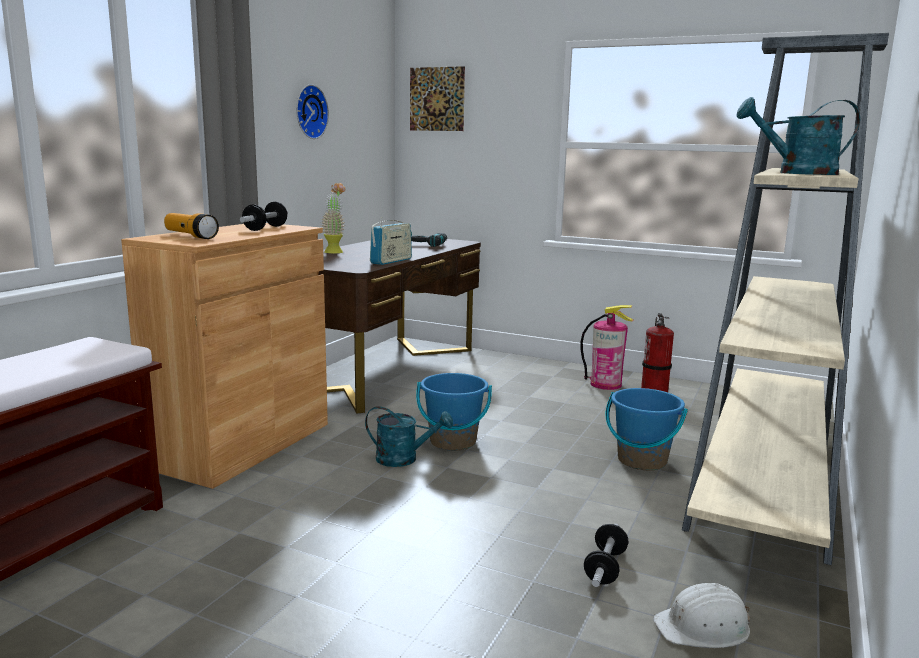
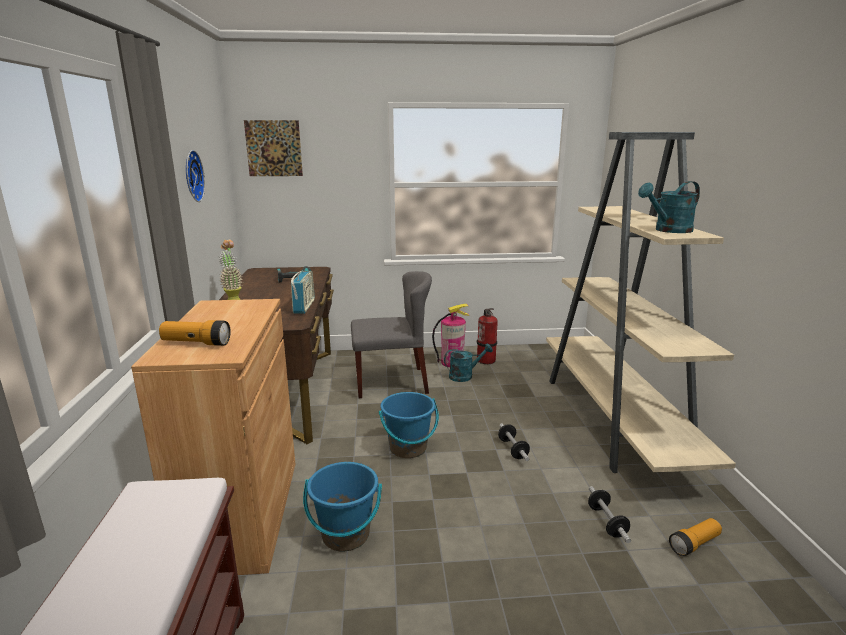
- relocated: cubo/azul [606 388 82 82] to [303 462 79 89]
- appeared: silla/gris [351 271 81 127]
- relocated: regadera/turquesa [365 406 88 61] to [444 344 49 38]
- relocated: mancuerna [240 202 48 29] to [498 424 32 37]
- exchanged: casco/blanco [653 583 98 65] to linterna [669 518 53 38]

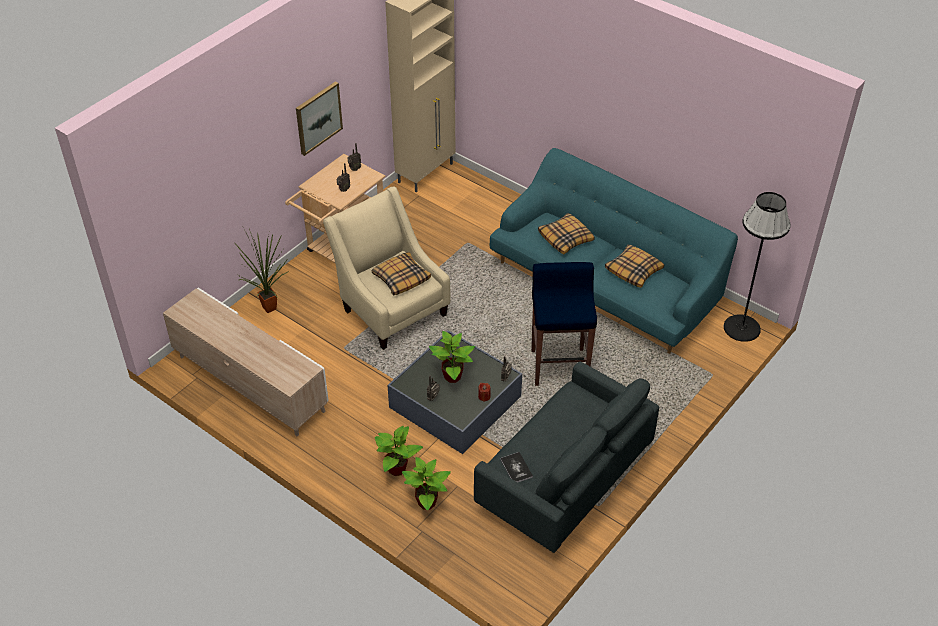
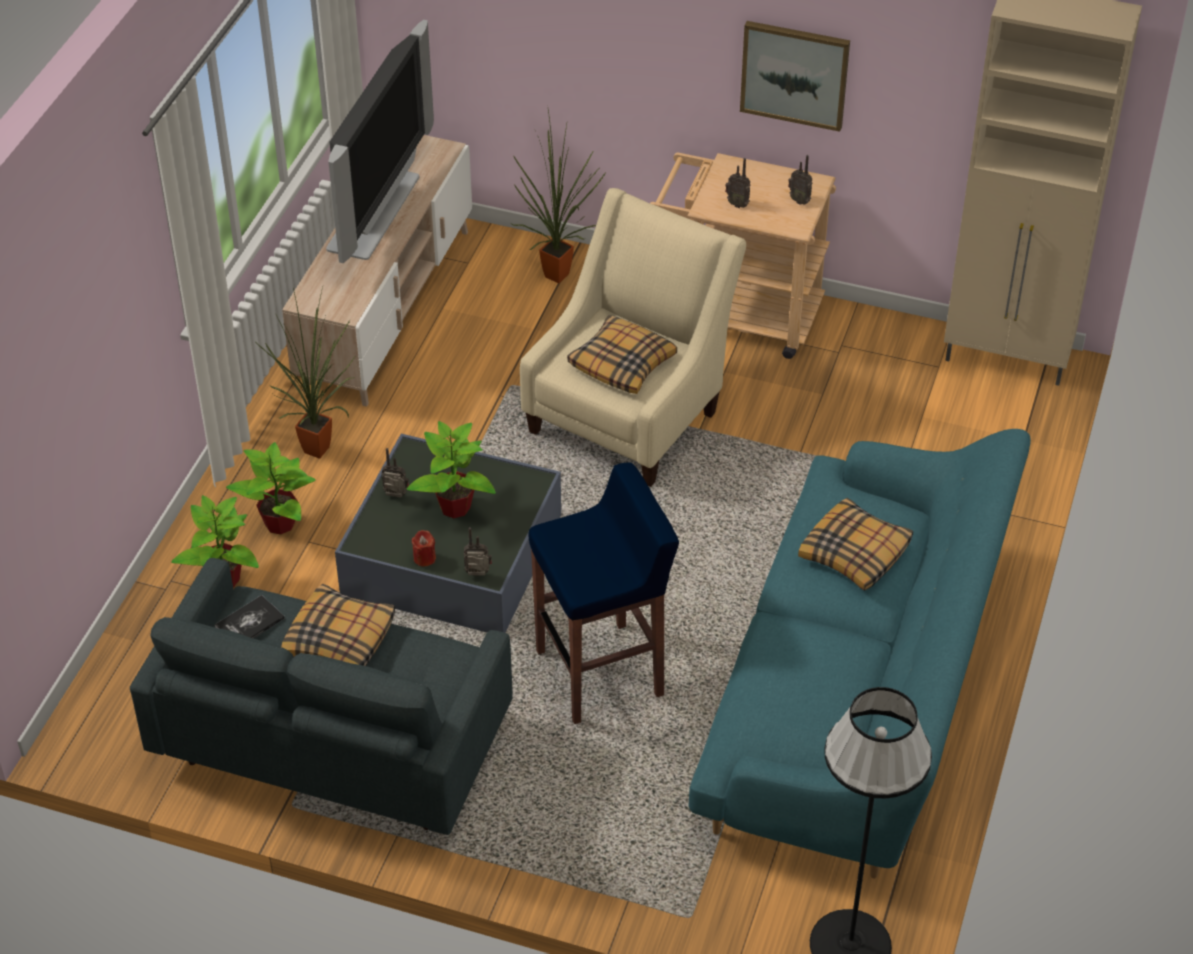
- appeared: planta en maceta [256 287 100 171]
- relocated: cojín [605 244 59 44] to [281 584 114 82]
- appeared: televisor [326 20 108 243]

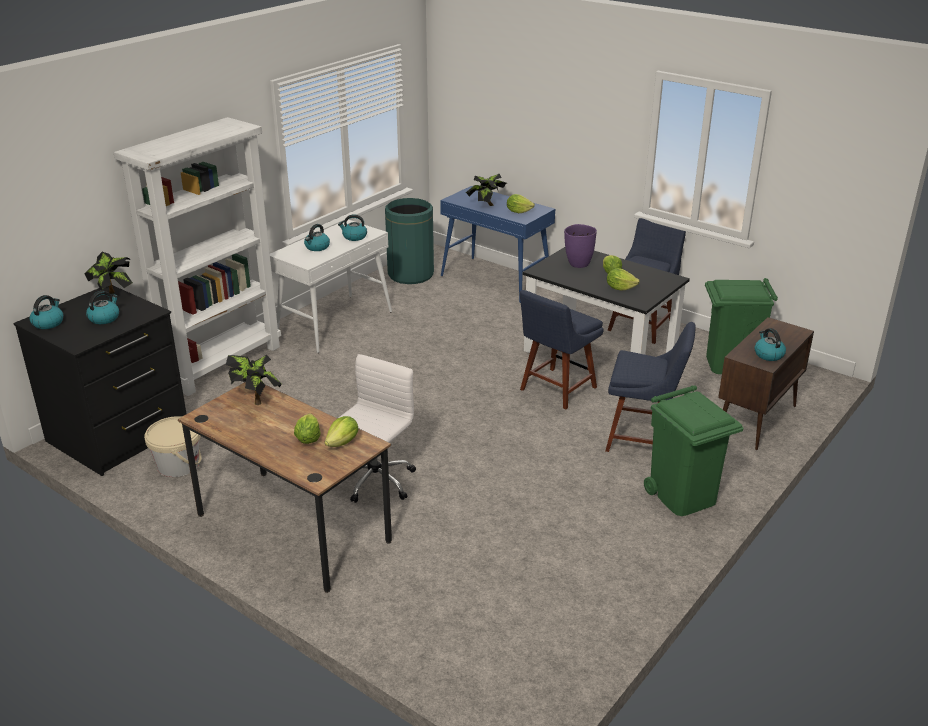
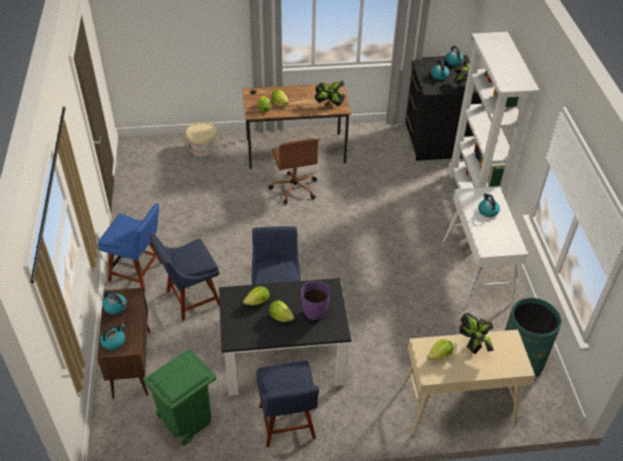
- exchanged: papelera/verde [644 386 100 130] to silla/azul [98 203 64 89]
- relocated: hervidor [338 215 29 26] to [100 324 25 26]
- relocated: cubo/beis [144 416 57 61] to [185 122 32 35]
- colour: silla de oficina/blanco [339 354 77 149] to silla de oficina/marrón [268 138 50 66]
- colour: mesa consola/azul [440 186 115 117] to mesa consola/beis [401 330 134 105]

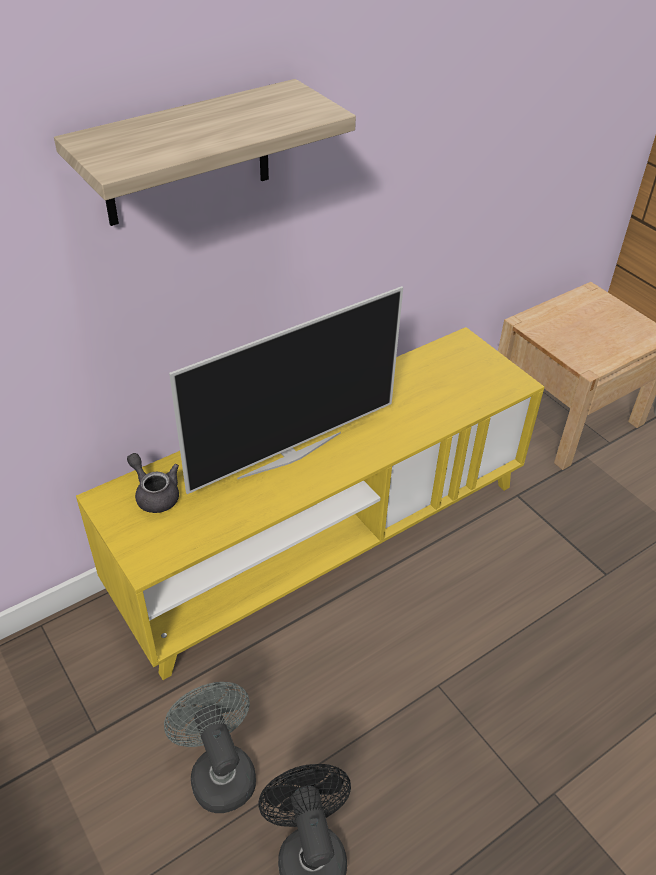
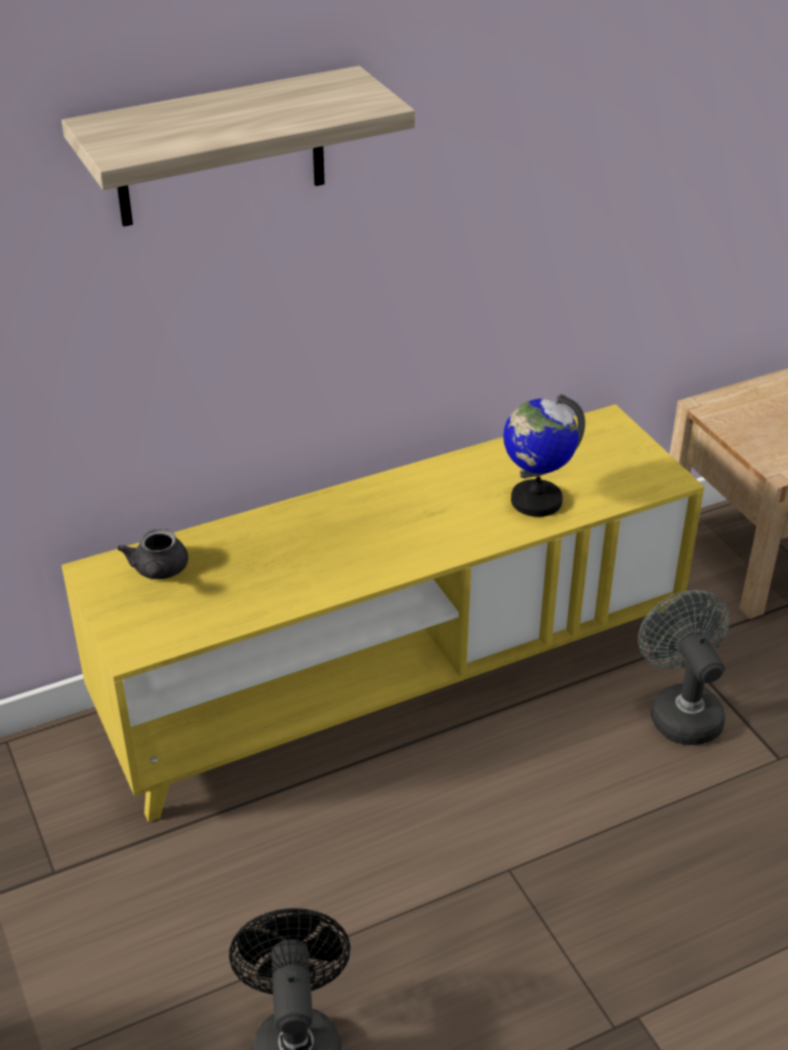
- spun: tetera/gris [127 453 52 60] = [117 529 71 50] 150 degrees counterclockwise
- appeared: globo terráqueo [503 394 82 123]
- relocated: ventilador/gris [164 682 92 131] to [638 590 92 155]
- missing: televisor [169 286 234 208]

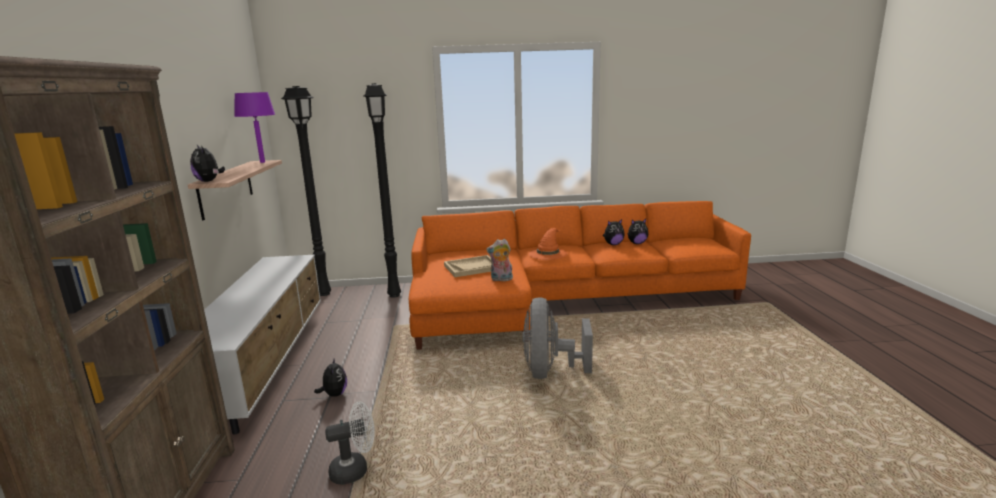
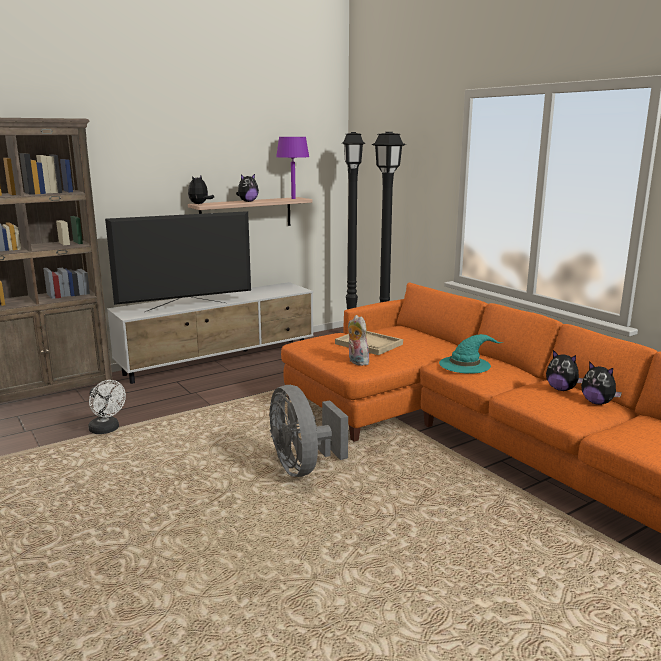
- appeared: televisor [105 211 146 101]
- relocated: peluche [314 357 33 40] to [236 174 23 28]
- spun: ventilador/gris [523 297 70 82] = [269 385 79 92] 90 degrees counterclockwise
- colour: sombrero/naranja [529 228 38 32] to sombrero/turquesa [439 334 64 39]

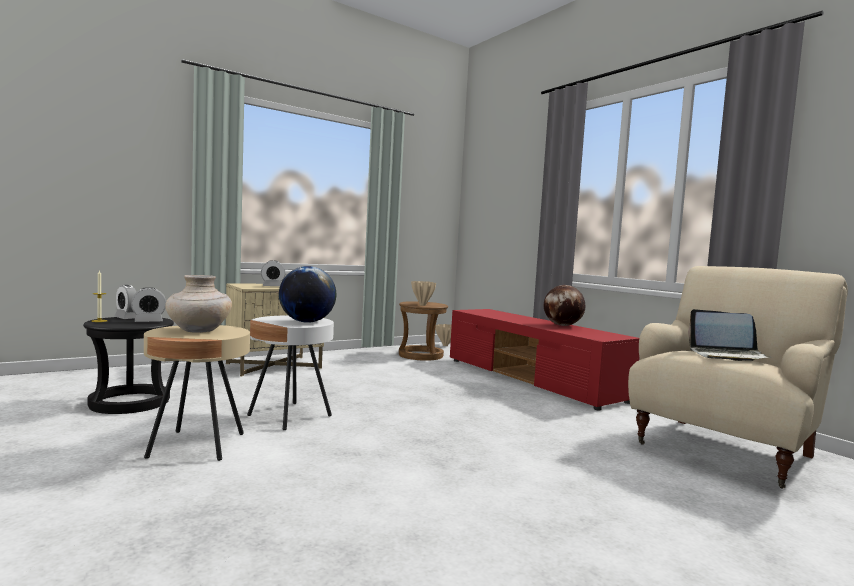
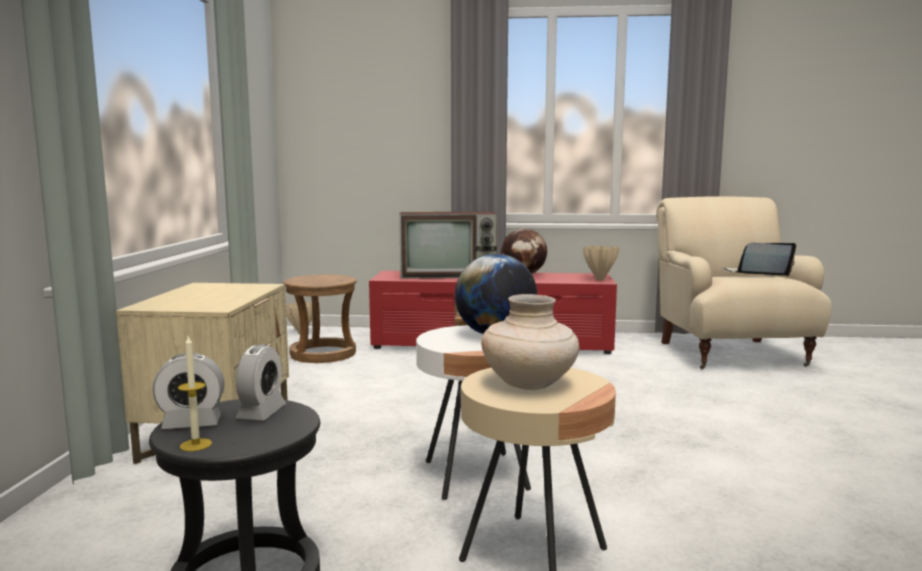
- appeared: televisor [399 212 98 67]
- relocated: florero/beis [411 281 25 25] to [583 246 36 35]
- spun: portátil [688 309 82 52] = [722 243 74 33] 150 degrees counterclockwise
- missing: despertador [261 260 24 26]

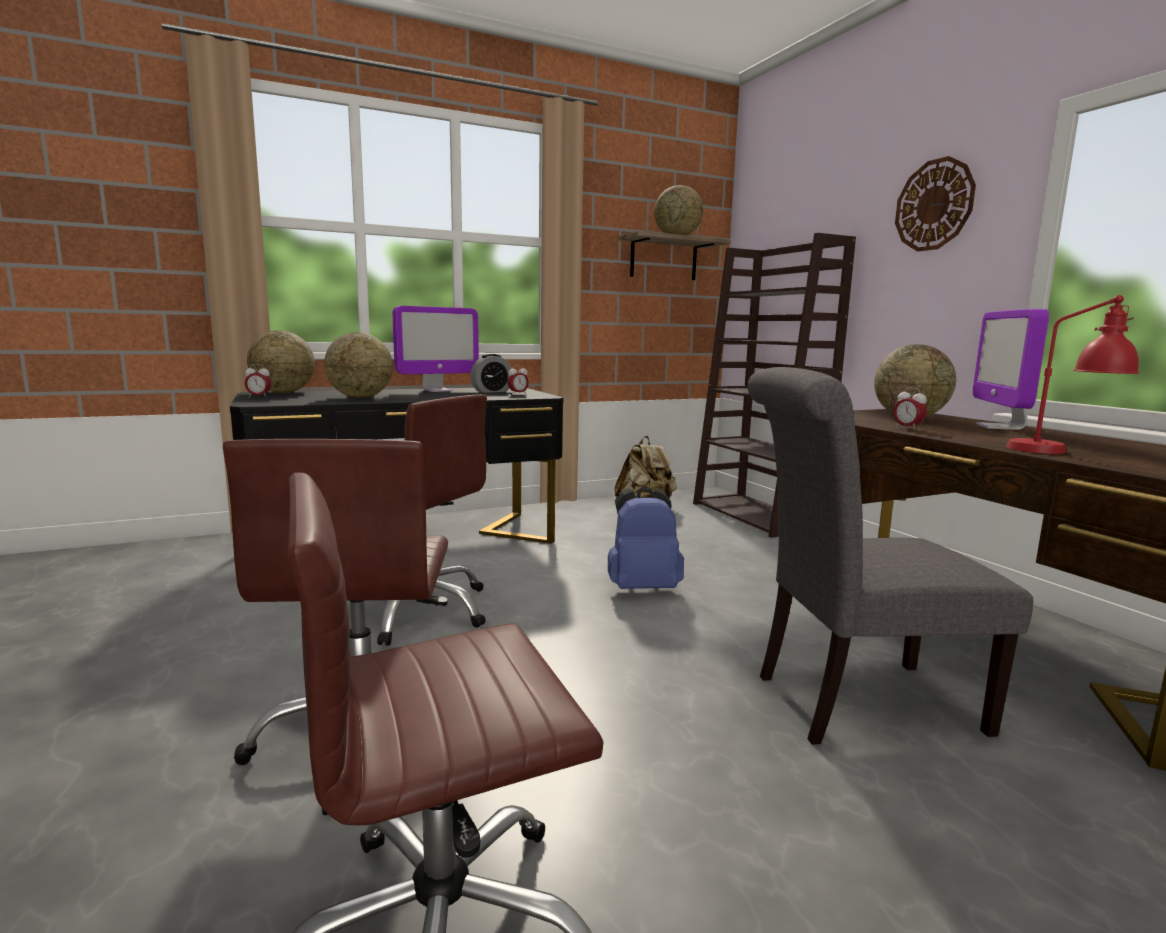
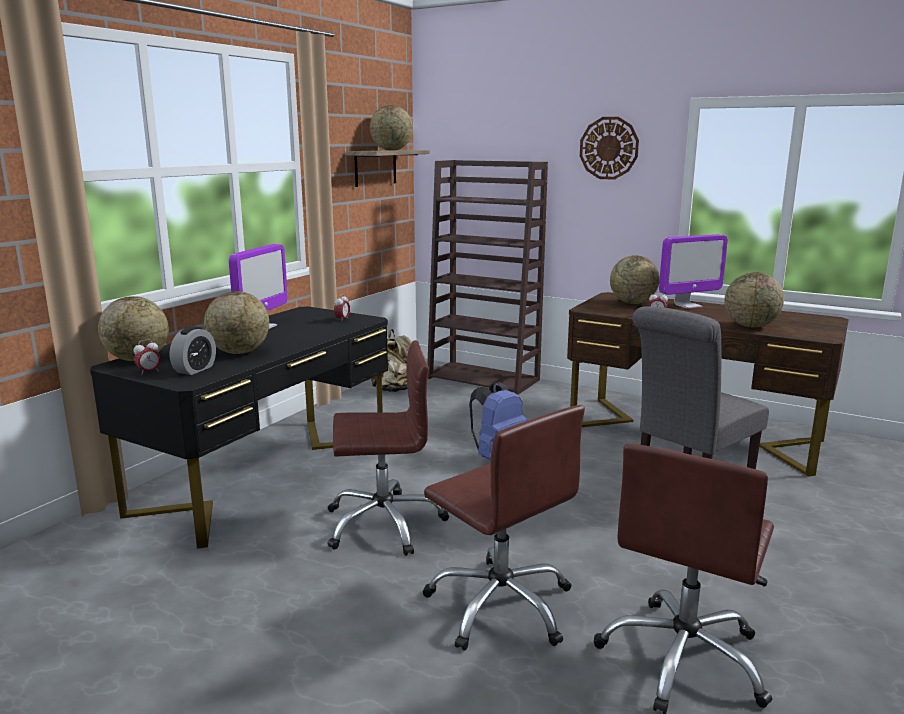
- relocated: despertador [470 354 41 39] to [170 326 46 49]
- spun: monitor [973 309 76 121] = [659 234 69 75] 90 degrees counterclockwise
- exchanged: lámpara de mesa/rojo [1006 295 134 159] to globo terráqueo [724 272 60 56]

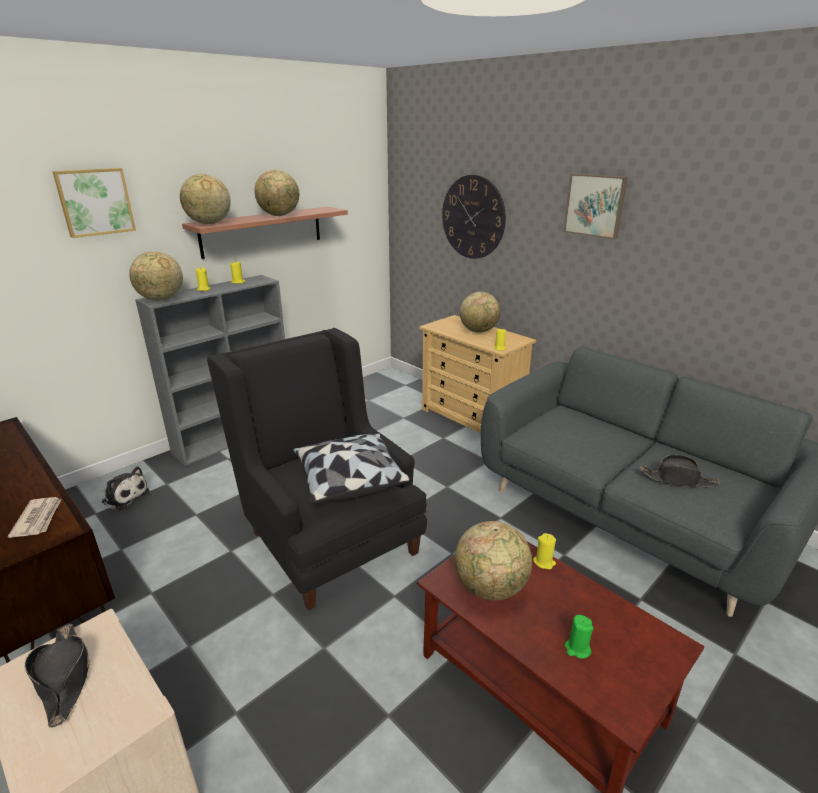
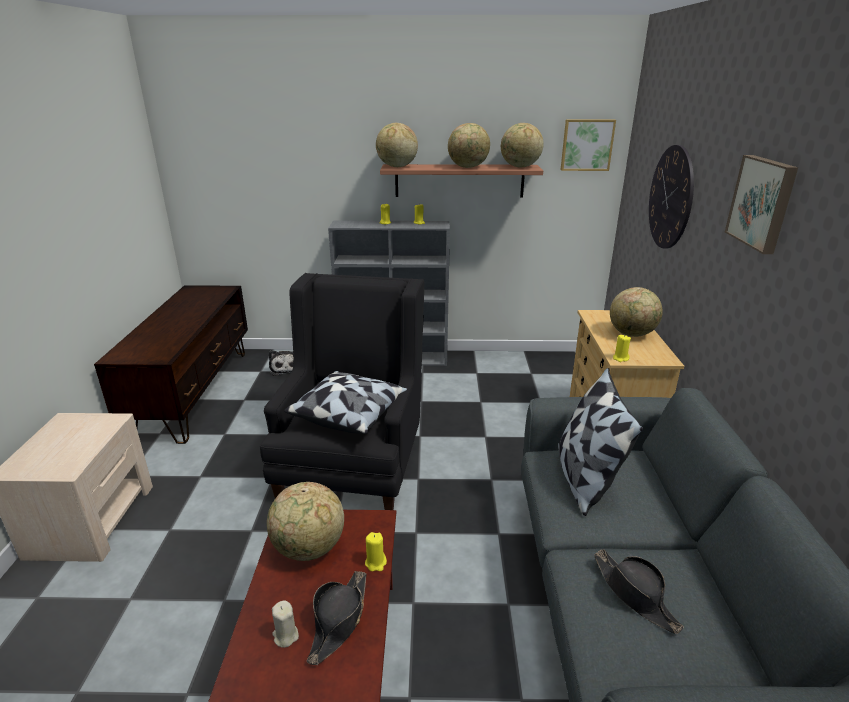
- colour: vela/verde [565 615 28 44] to vela/beis [272 600 27 48]
- relocated: sombrero/negro [25 624 65 104] to [307 571 59 94]
- relocated: globo terráqueo [129 251 54 50] to [501 123 43 44]
- appeared: cojín [558 368 85 148]
- relocated: cuadro [52 168 84 70] to [561 119 55 52]
- missing: periódico [8 497 53 41]

